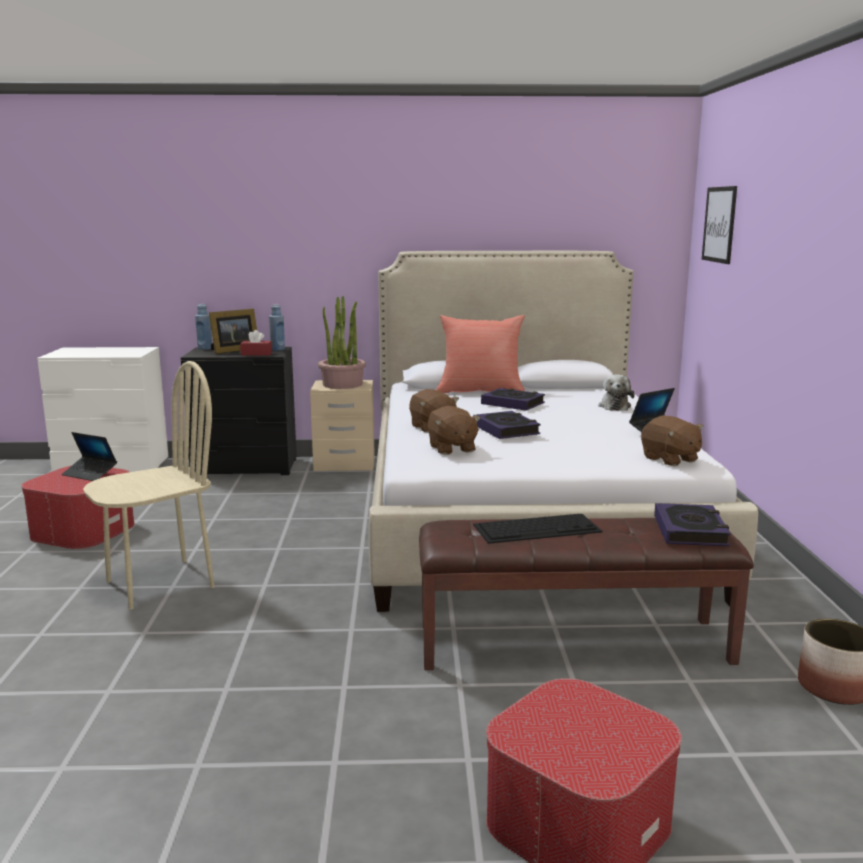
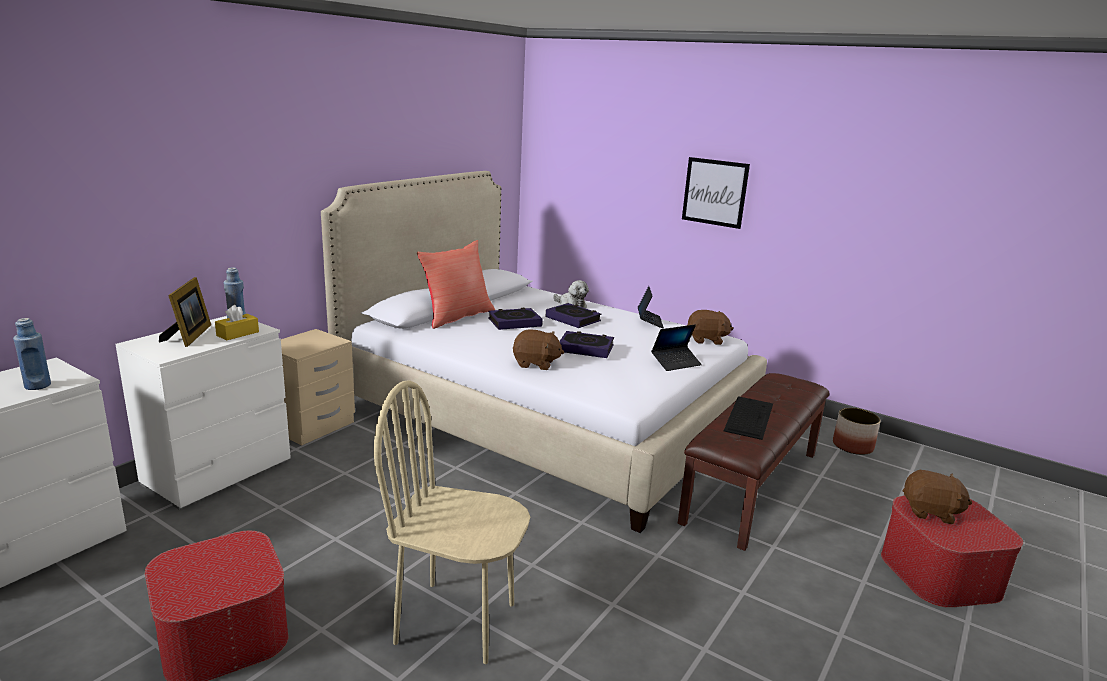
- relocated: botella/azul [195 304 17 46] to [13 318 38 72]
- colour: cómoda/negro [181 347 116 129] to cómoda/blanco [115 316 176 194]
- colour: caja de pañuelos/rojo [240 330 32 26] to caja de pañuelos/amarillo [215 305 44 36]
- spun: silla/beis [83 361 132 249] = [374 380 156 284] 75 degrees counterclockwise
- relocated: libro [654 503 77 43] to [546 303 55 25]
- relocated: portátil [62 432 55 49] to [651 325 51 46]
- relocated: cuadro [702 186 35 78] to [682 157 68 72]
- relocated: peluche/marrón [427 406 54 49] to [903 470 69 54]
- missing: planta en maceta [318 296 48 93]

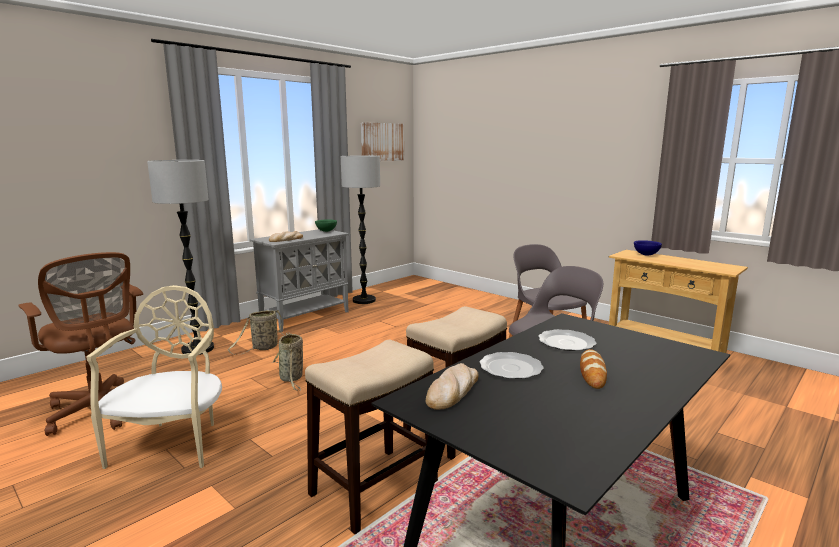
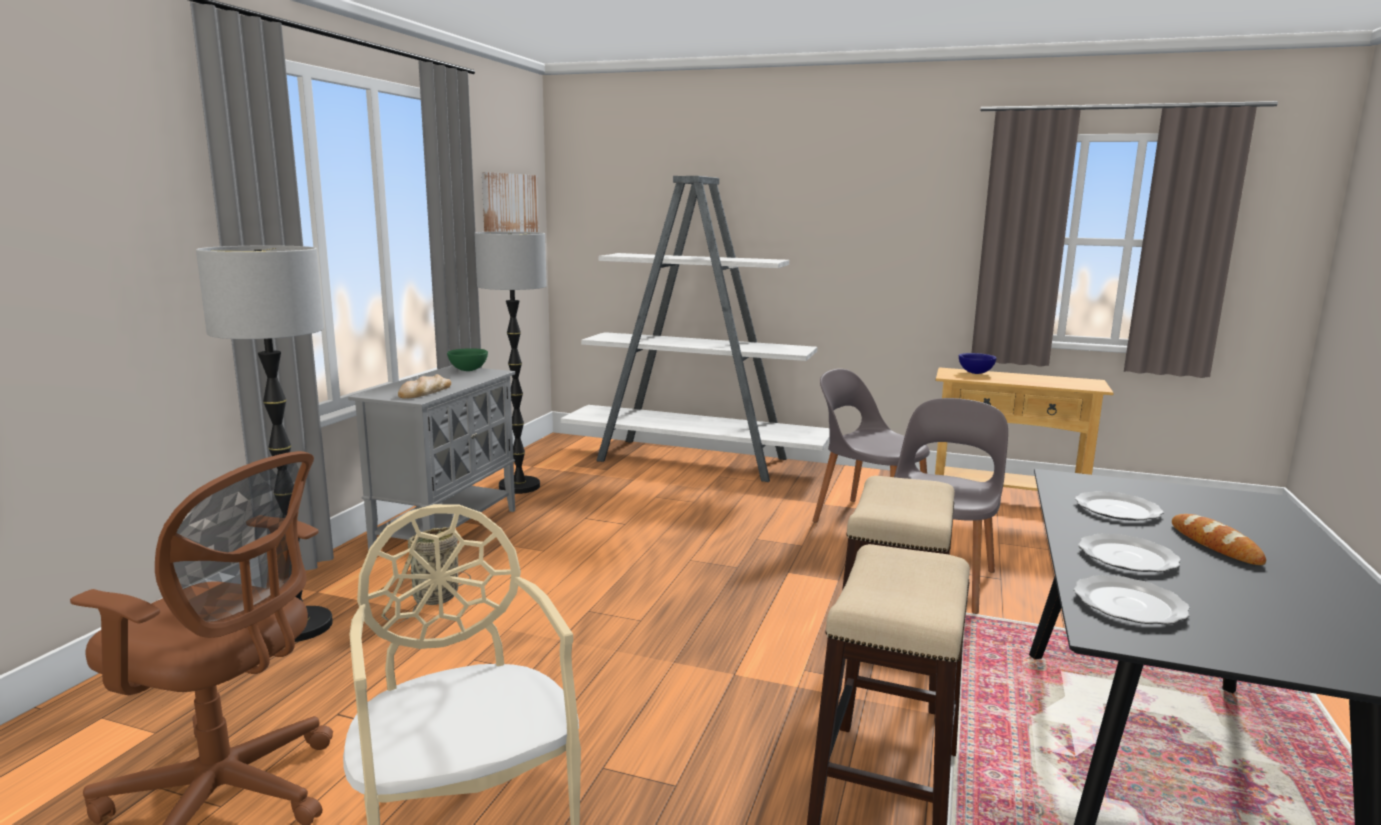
- appeared: estantería/blanco [561 176 269 306]
- exchanged: pan [426 363 53 47] to plato [1074 575 116 50]
- missing: cesta [272 332 31 59]

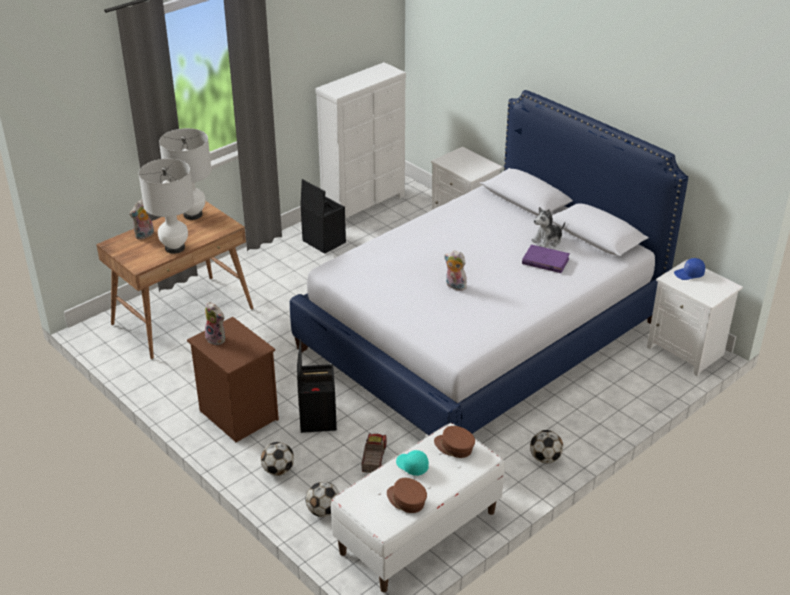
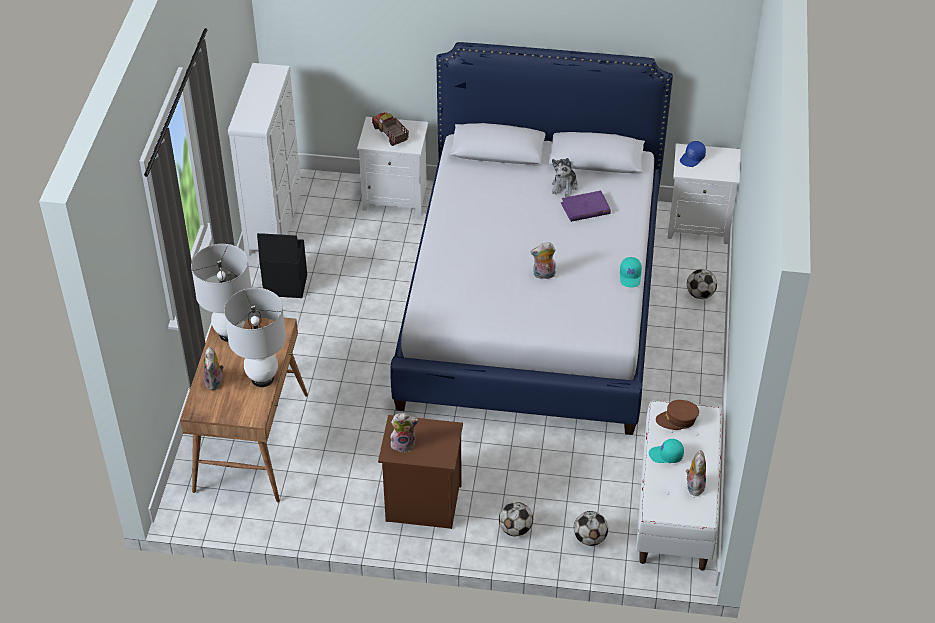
- relocated: camión de juguete [361 433 26 40] to [372 112 37 34]
- appeared: gorra/turquesa [620 257 22 30]
- exchanged: gorra/marrón [387 478 40 35] to peluche [686 450 20 46]
- relocated: balón de fútbol [530 430 33 33] to [687 269 30 30]
- missing: caja de almacenaje/negro [297 339 40 94]

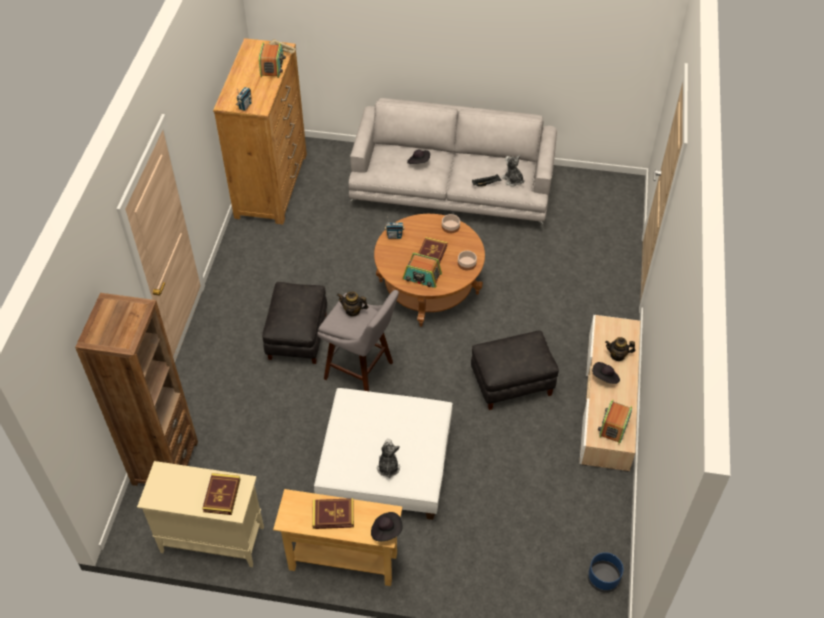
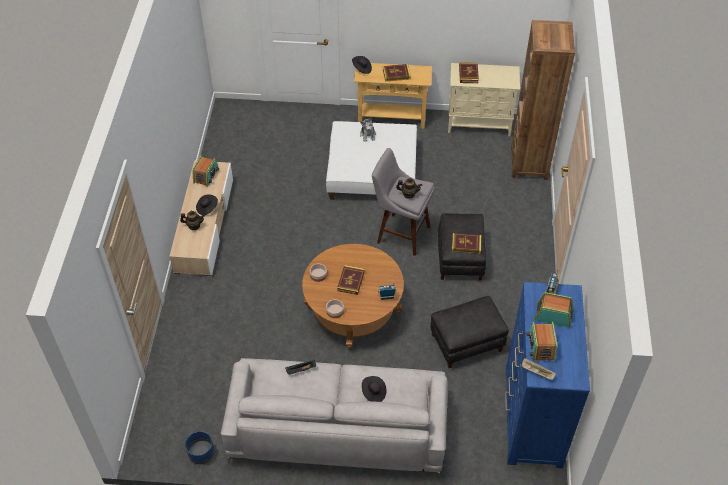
- relocated: maceta/azul [588 552 35 41] to [185 431 30 33]
- relocated: puf/negro [471 331 88 79] to [430 296 79 72]
- appeared: libro [452 233 29 21]
- colour: cómoda/marrón [213 38 94 186] to cómoda/azul [505 282 85 186]
- relocated: radio [403 253 39 35] to [534 292 40 35]
- missing: peluche [501 155 24 31]

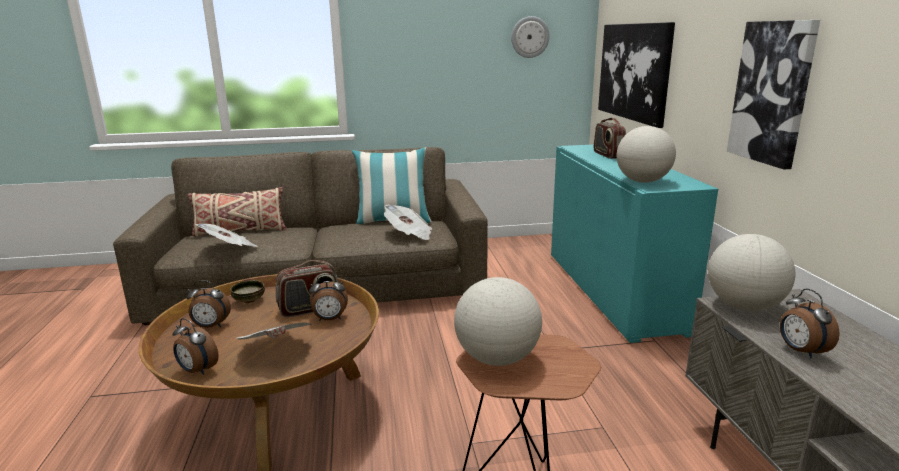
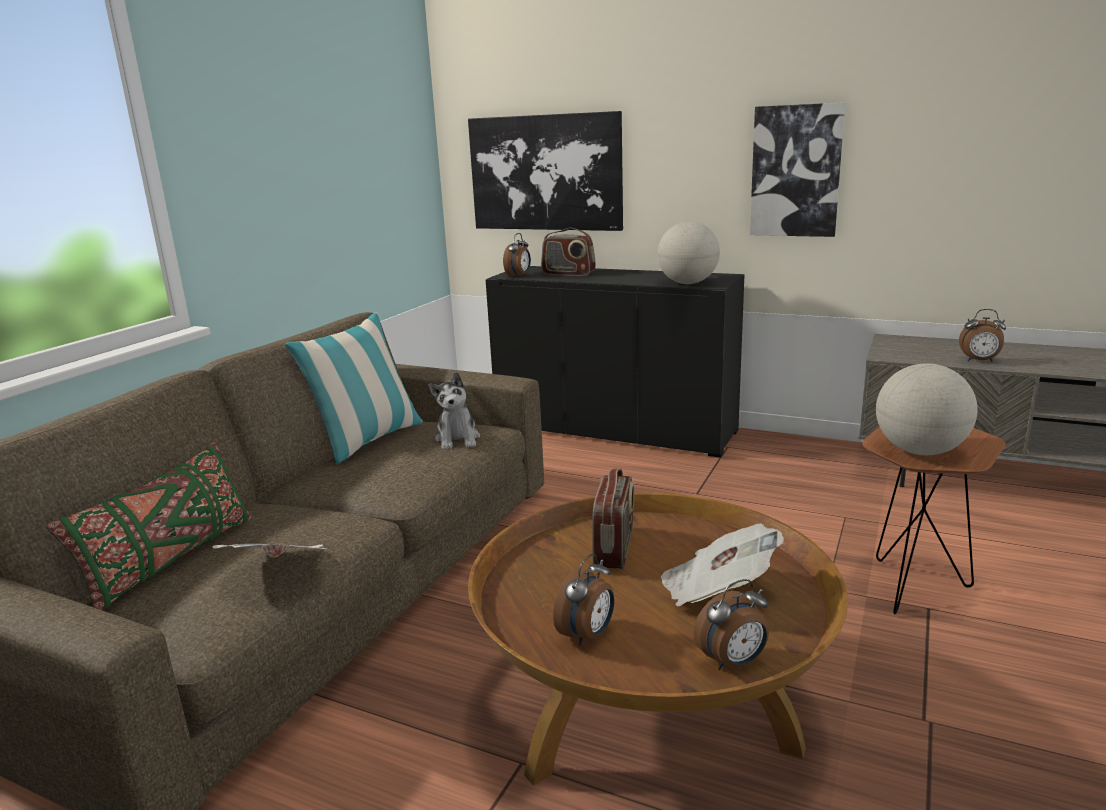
- colour: cojín/beis [188 187 98 49] to cojín/verde [47 442 204 168]
- exchanged: periódico [384 204 48 36] to peluche [428 372 52 77]
- colour: armario/turquesa [551 144 167 199] to armario/negro [486 266 259 192]
- relocated: despertador [309 274 39 47] to [503 233 28 44]
- missing: cuenco [230 280 35 23]
- missing: reloj de pared [511 16 39 42]
- missing: globo terráqueo [708 234 87 77]

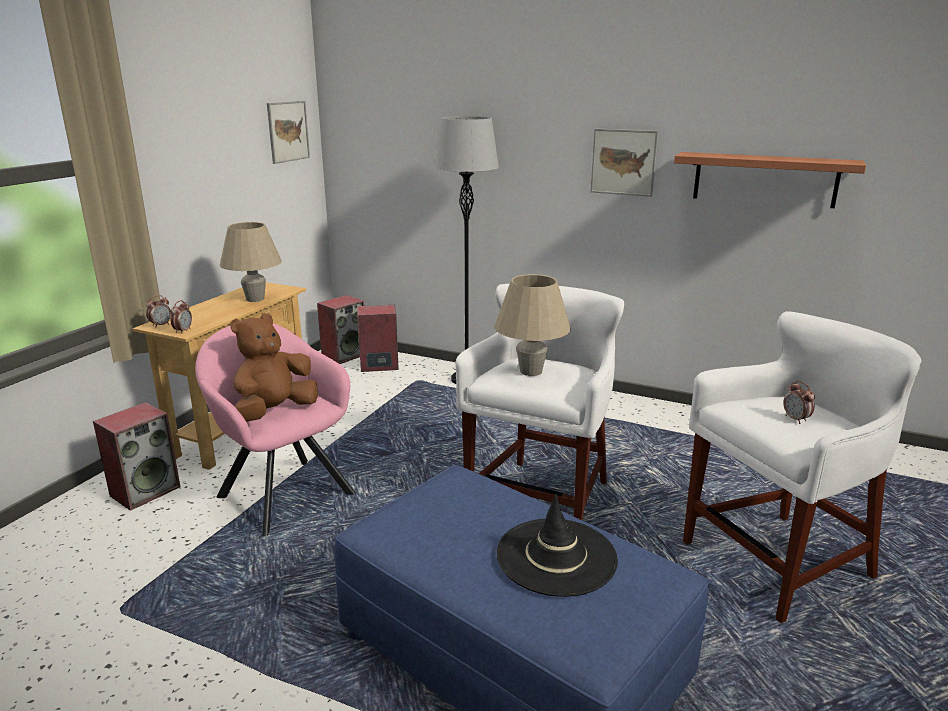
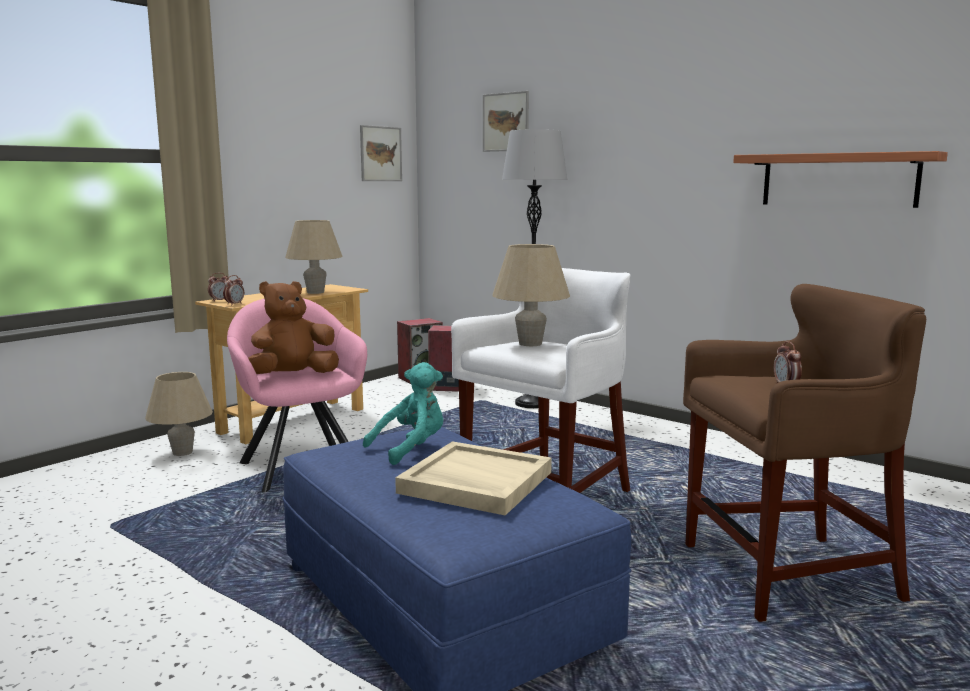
- exchanged: altavoz [93 402 88 109] to lámpara de mesa/beis [145 372 68 84]
- appeared: peluche/turquesa [363 362 80 103]
- exchanged: sombrero/negro [497 494 121 103] to bandeja/beis [395 441 157 74]
- relocated: cuadro [590 129 68 68] to [483 91 46 61]
- colour: taburete/blanco [683 311 238 312] to taburete/marrón [683 284 243 338]

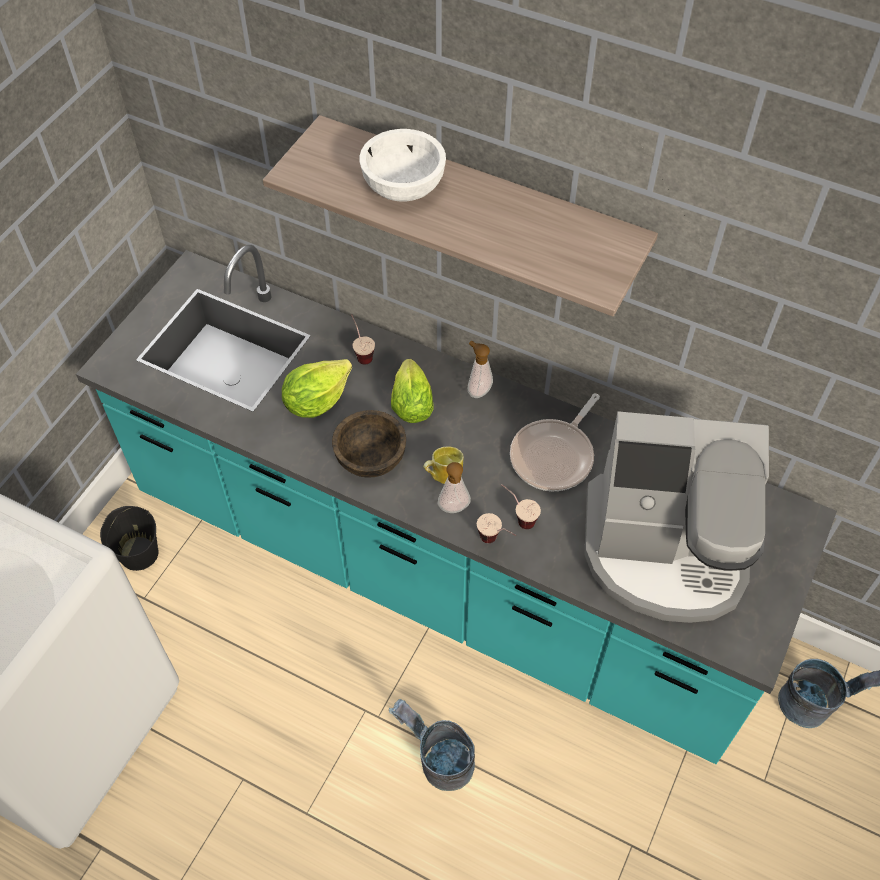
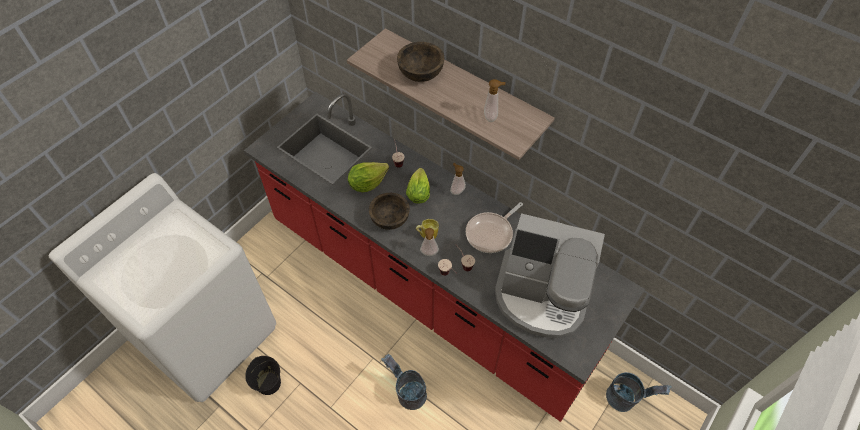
- colour: mueble bajo de cocina/turquesa [76 245 761 519] to mueble bajo de cocina/rojo [244 92 401 330]
- relocated: cubo/negro [100 506 58 65] to [245 356 36 39]
- colour: cuenco/blanco [359 129 87 73] to cuenco/marrón [397 42 48 40]
- appeared: dispensador de jabón [484 79 22 43]

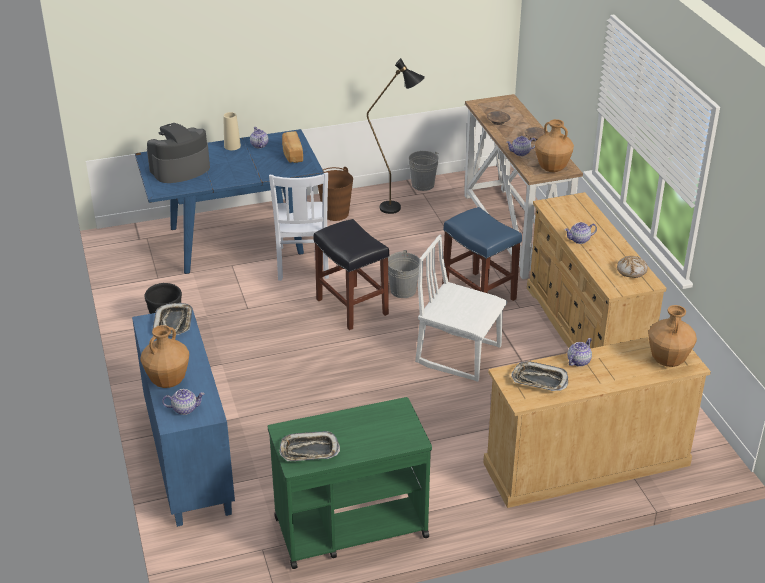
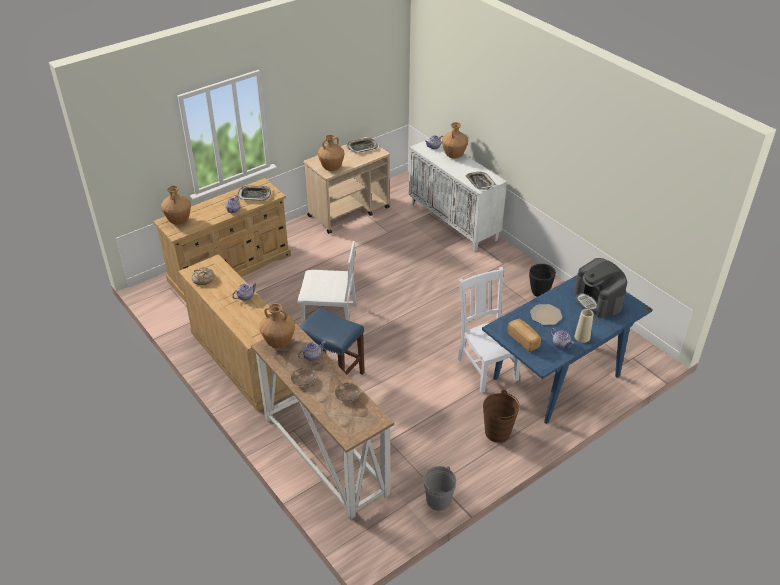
- colour: carrito/verde [268 397 164 172] to carrito/beis [303 137 87 97]
- appeared: florero/marrón [318 135 26 36]
- colour: armario/azul [132 309 103 218] to armario/blanco [409 139 98 113]
- appeared: plato [530 304 32 21]
- spun: cafetera [147 123 63 60] = [574 258 53 60] 120 degrees clockwise
- missing: taburete/negro [314 219 75 111]
- missing: lámpara de pie/negro [367 58 58 156]
- missing: cubo/gris [388 250 32 48]

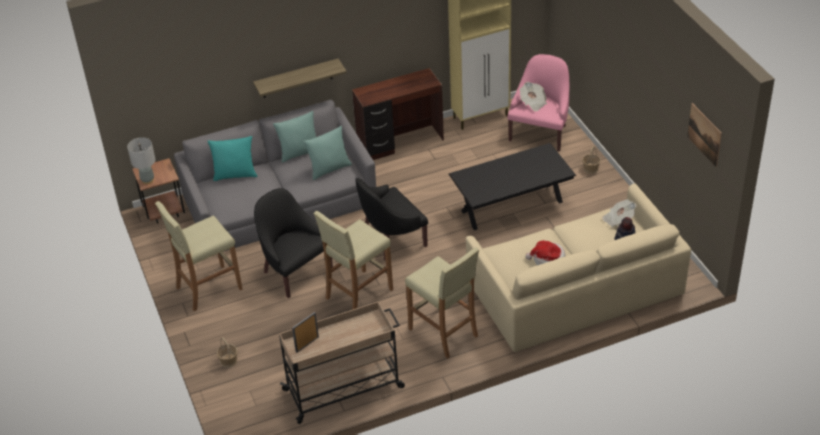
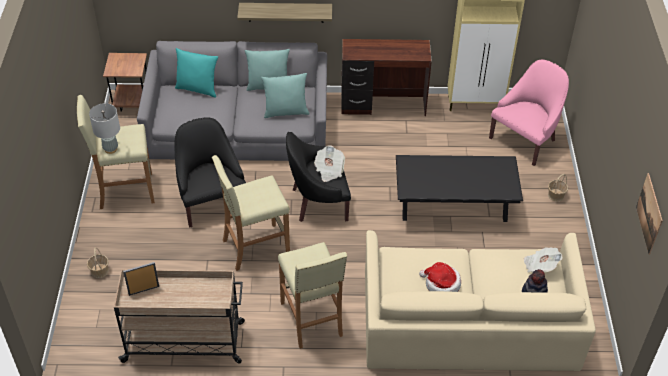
- relocated: lámpara de mesa/gris [127 137 28 47] to [89 103 31 51]
- relocated: periódico [520 82 27 30] to [314 145 31 37]

